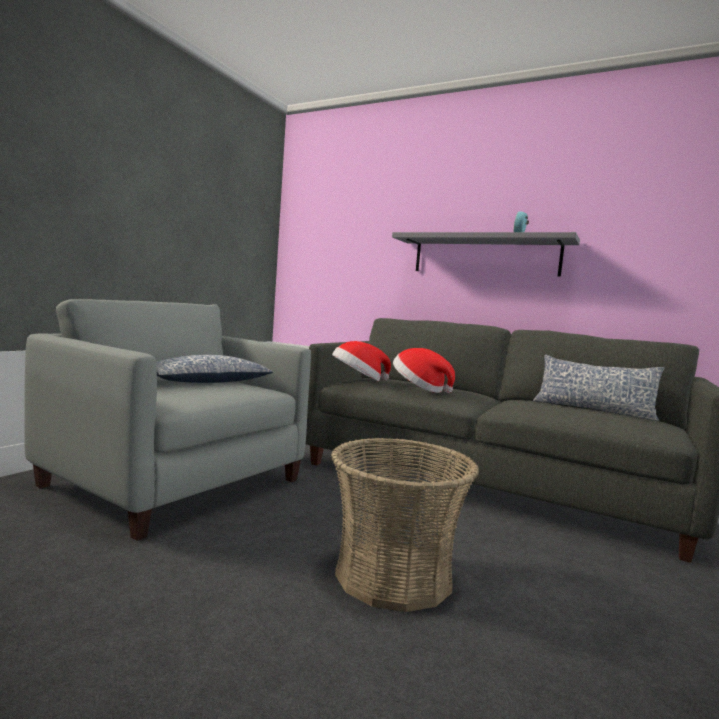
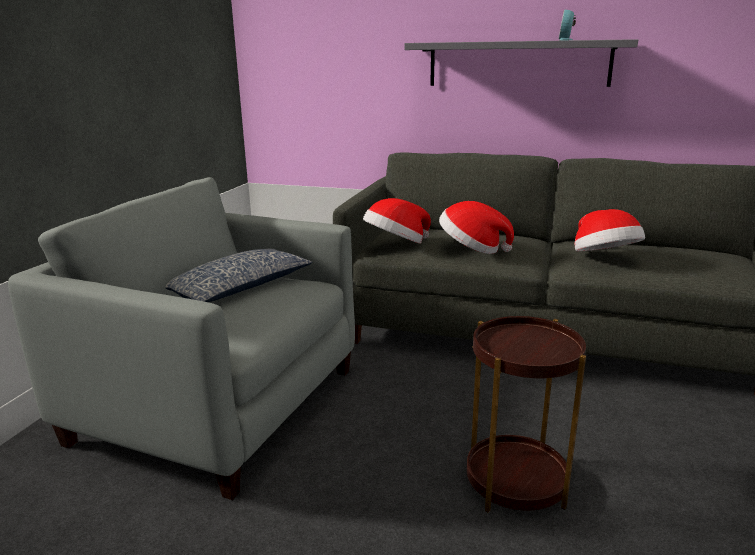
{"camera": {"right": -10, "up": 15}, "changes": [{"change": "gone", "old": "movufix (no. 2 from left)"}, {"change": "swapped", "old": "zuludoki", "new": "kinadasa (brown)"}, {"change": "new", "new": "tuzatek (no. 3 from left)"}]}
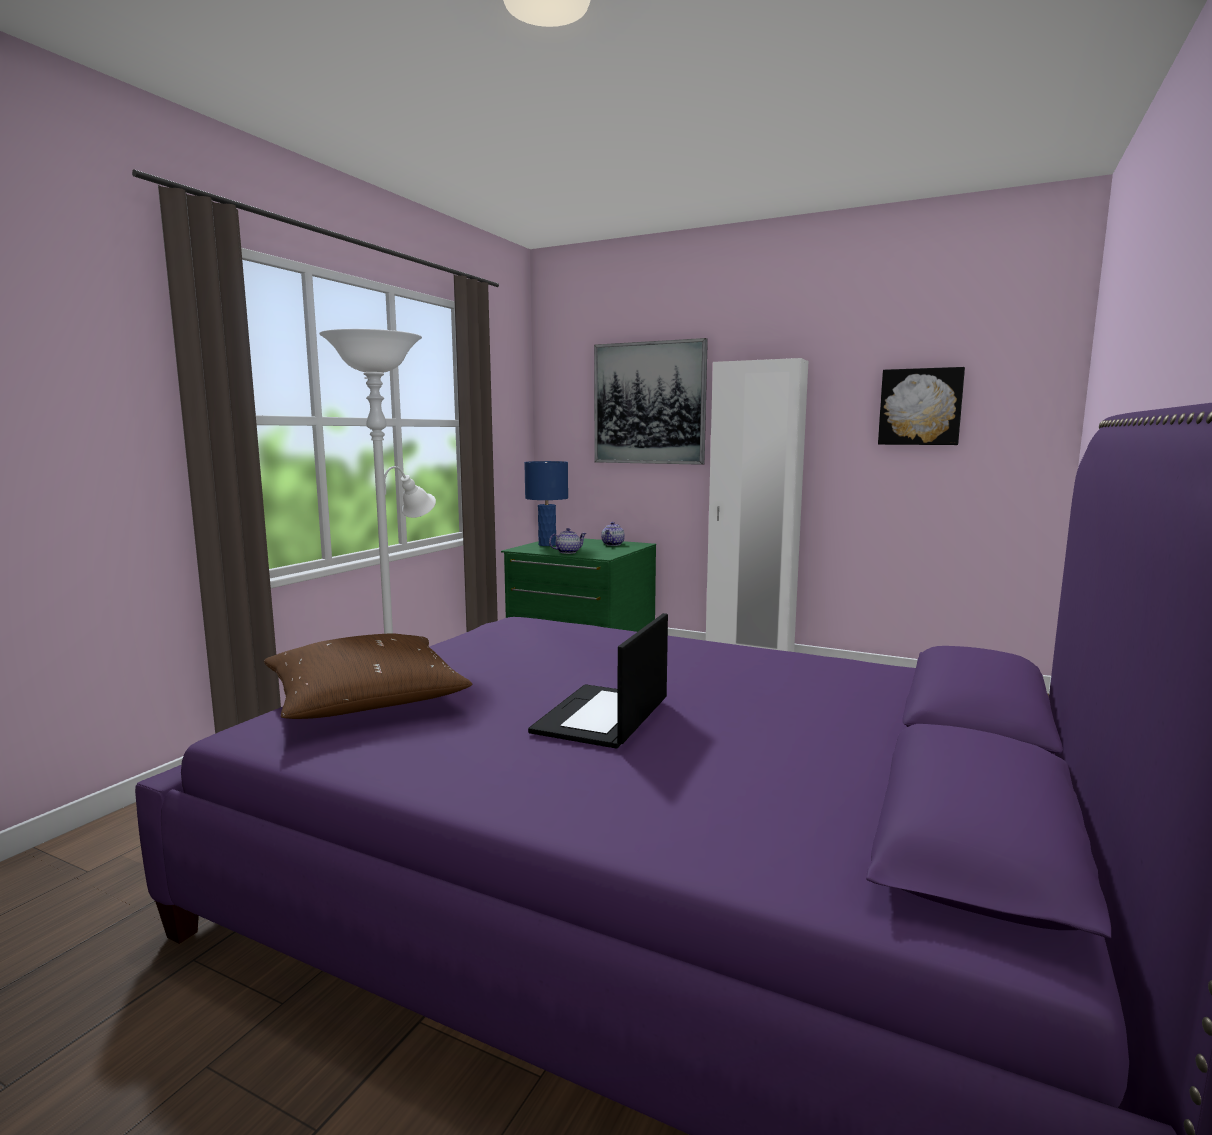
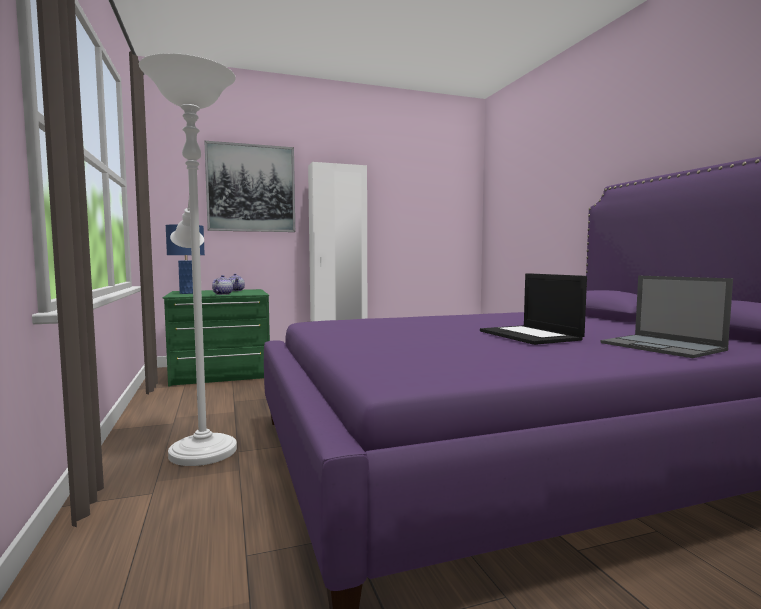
{"camera": {"right": -45, "up": -5}, "changes": [{"change": "gone", "old": "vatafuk (no. 2 from left)"}, {"change": "gone", "old": "movufix (brown)"}, {"change": "new", "new": "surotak (no. 2 from left)"}]}
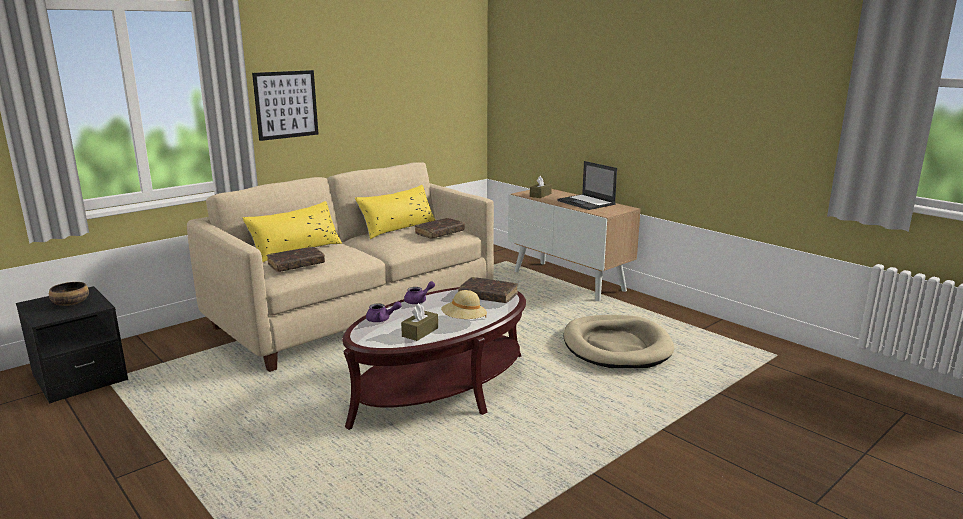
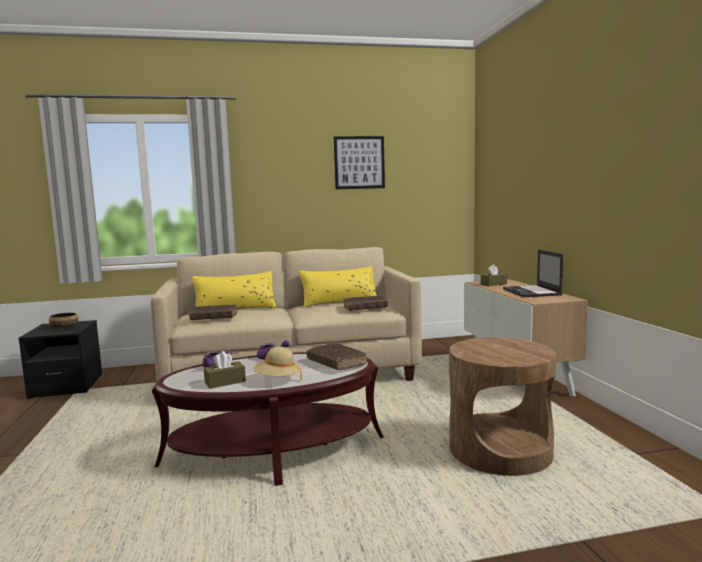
{"camera": {"right": 30, "up": -10}, "changes": [{"change": "shifted", "old": "vatafuk"}, {"change": "swapped", "old": "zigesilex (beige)", "new": "kinadasa (brown)"}]}
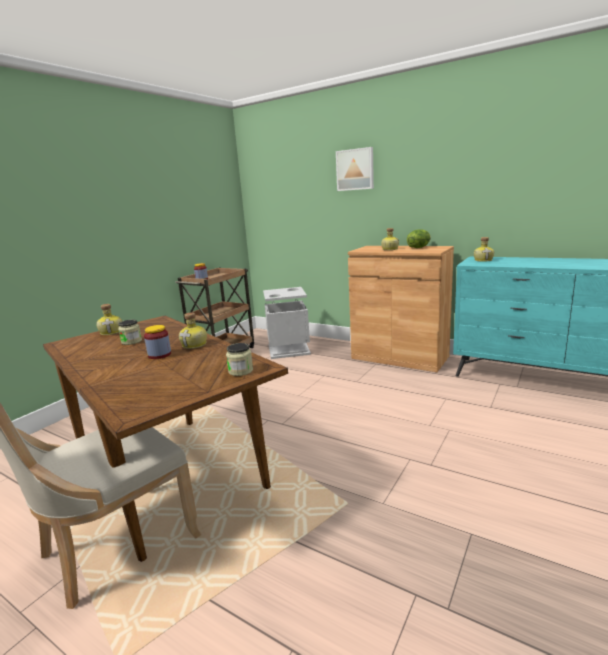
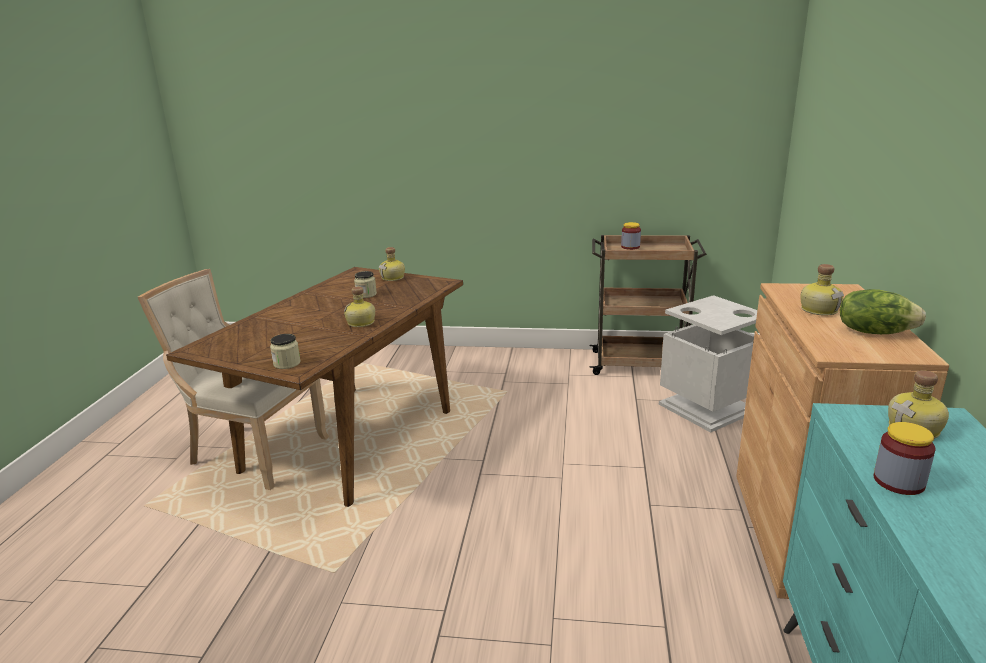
{"camera": {"right": 65, "up": 5}, "changes": [{"change": "gone", "old": "vatafuk"}, {"change": "shifted", "old": "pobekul (no. 2 from left in the first image)", "new": "pobekul (no. 4 from left)"}]}
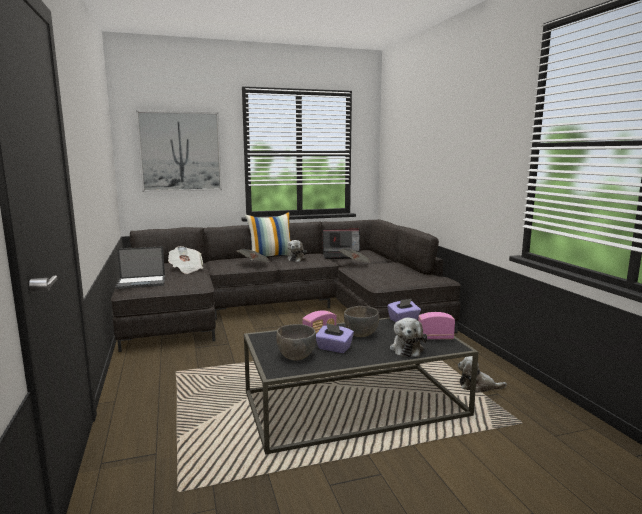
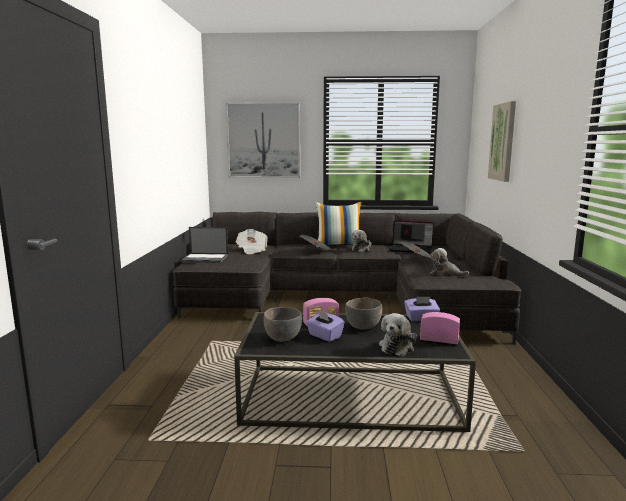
{"camera": {"right": 20, "up": 0}, "changes": [{"change": "shifted", "old": "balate (no. 3 from left)"}, {"change": "new", "new": "vatafuk (no. 2 from left)"}]}
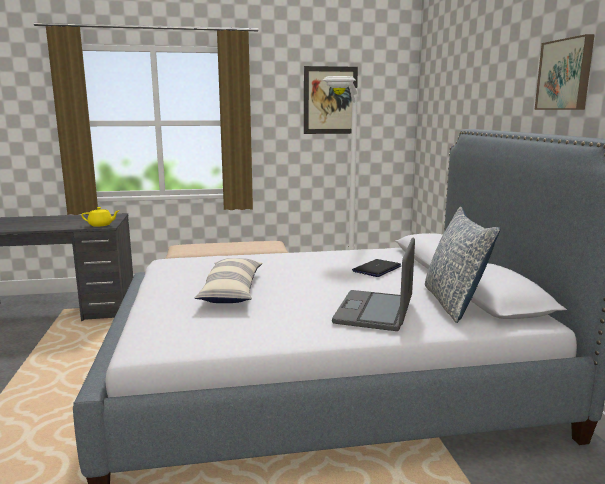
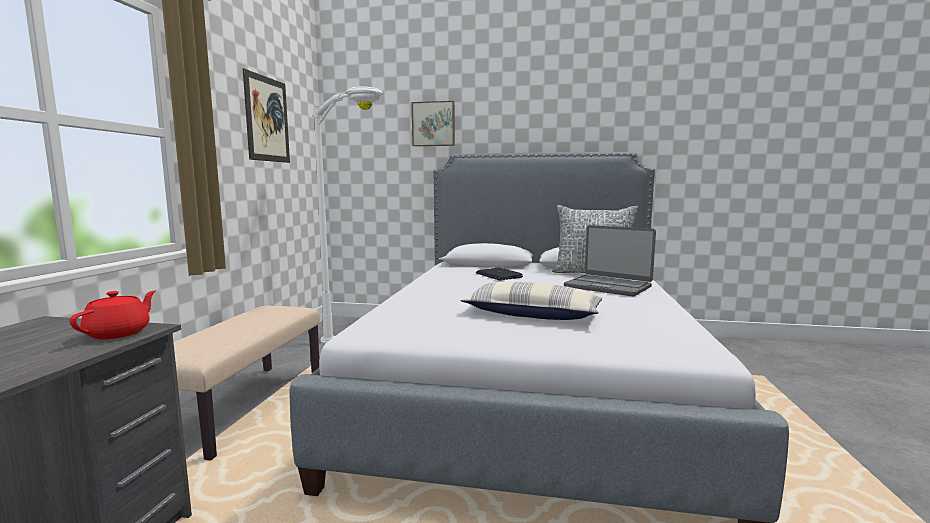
{"camera": {"right": -70, "up": -5}, "changes": [{"change": "shifted", "old": "vatafuk (no. 2 from left)"}, {"change": "repainted", "old": "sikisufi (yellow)", "new": "sikisufi (red)"}]}
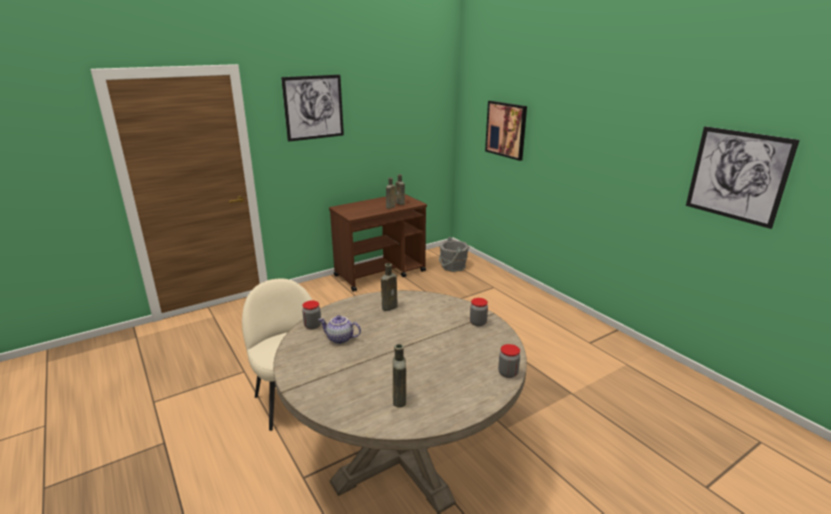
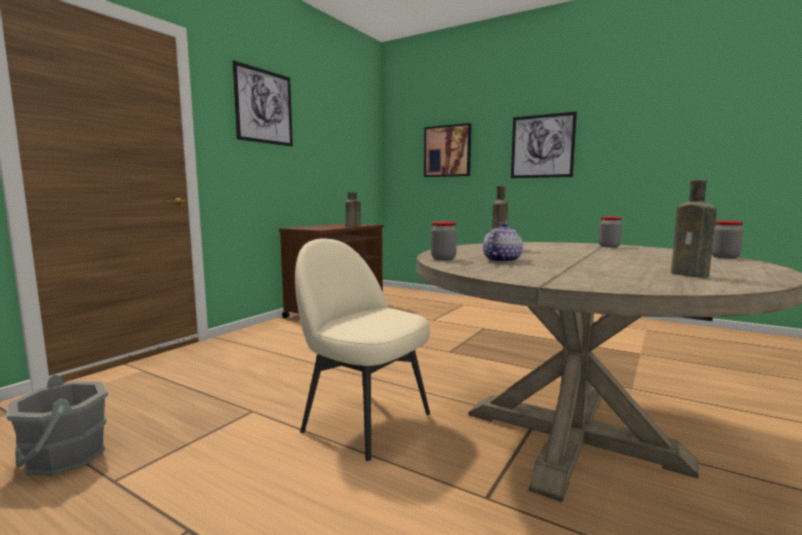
{"camera": {"right": -25, "up": -15}, "changes": [{"change": "shifted", "old": "vatafuk (no. 3 from left)"}, {"change": "shifted", "old": "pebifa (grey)"}, {"change": "rotated", "old": "sikisufi", "degrees": 135}]}
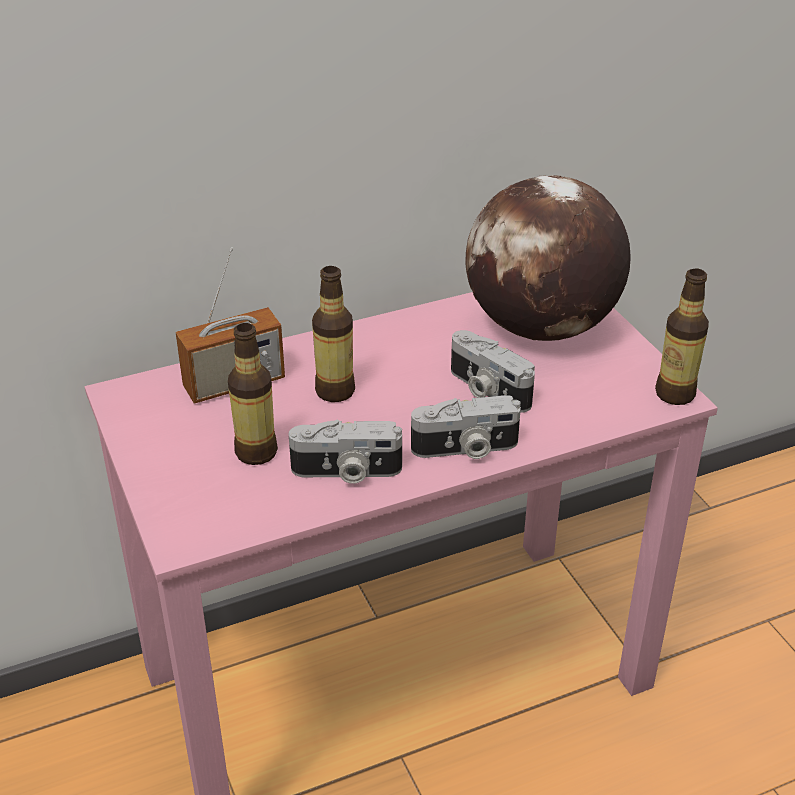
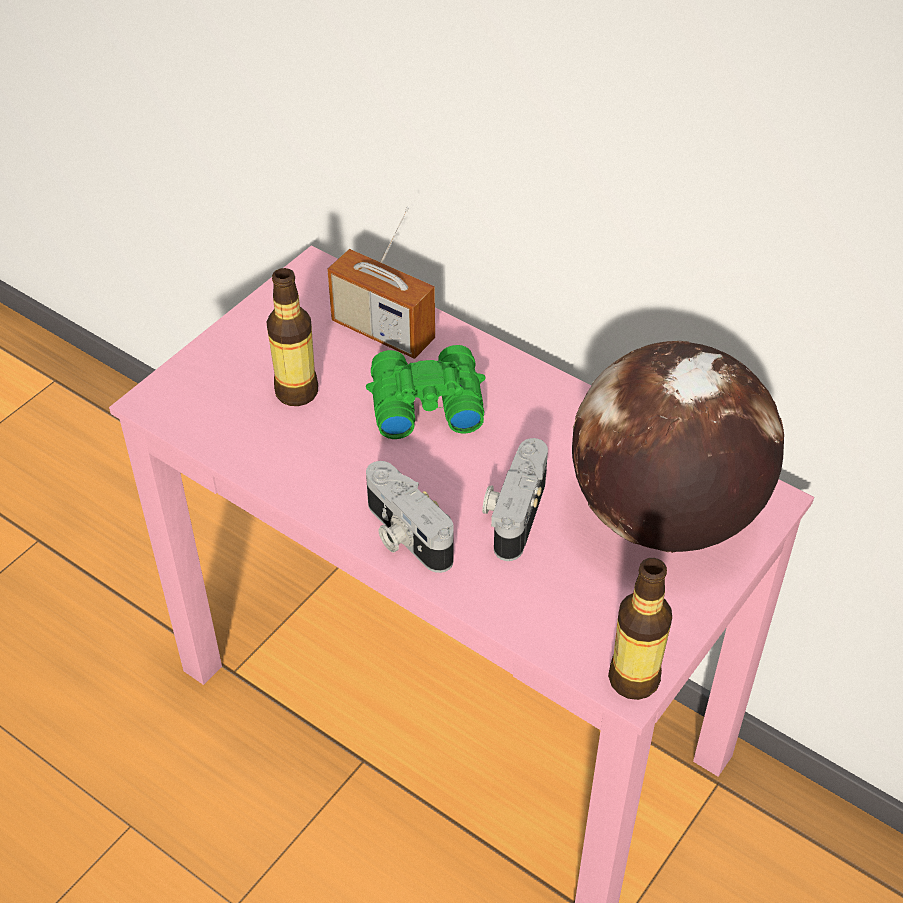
{"camera": {"right": 60, "up": 10}, "changes": [{"change": "swapped", "old": "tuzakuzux (no. 2 from left)", "new": "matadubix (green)"}, {"change": "gone", "old": "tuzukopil (no. 1 from left)"}]}
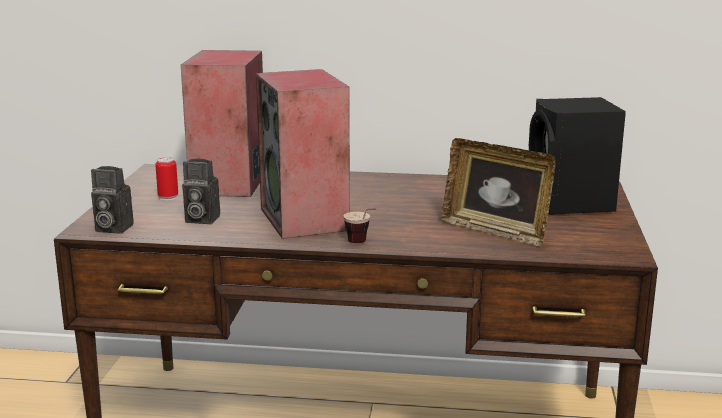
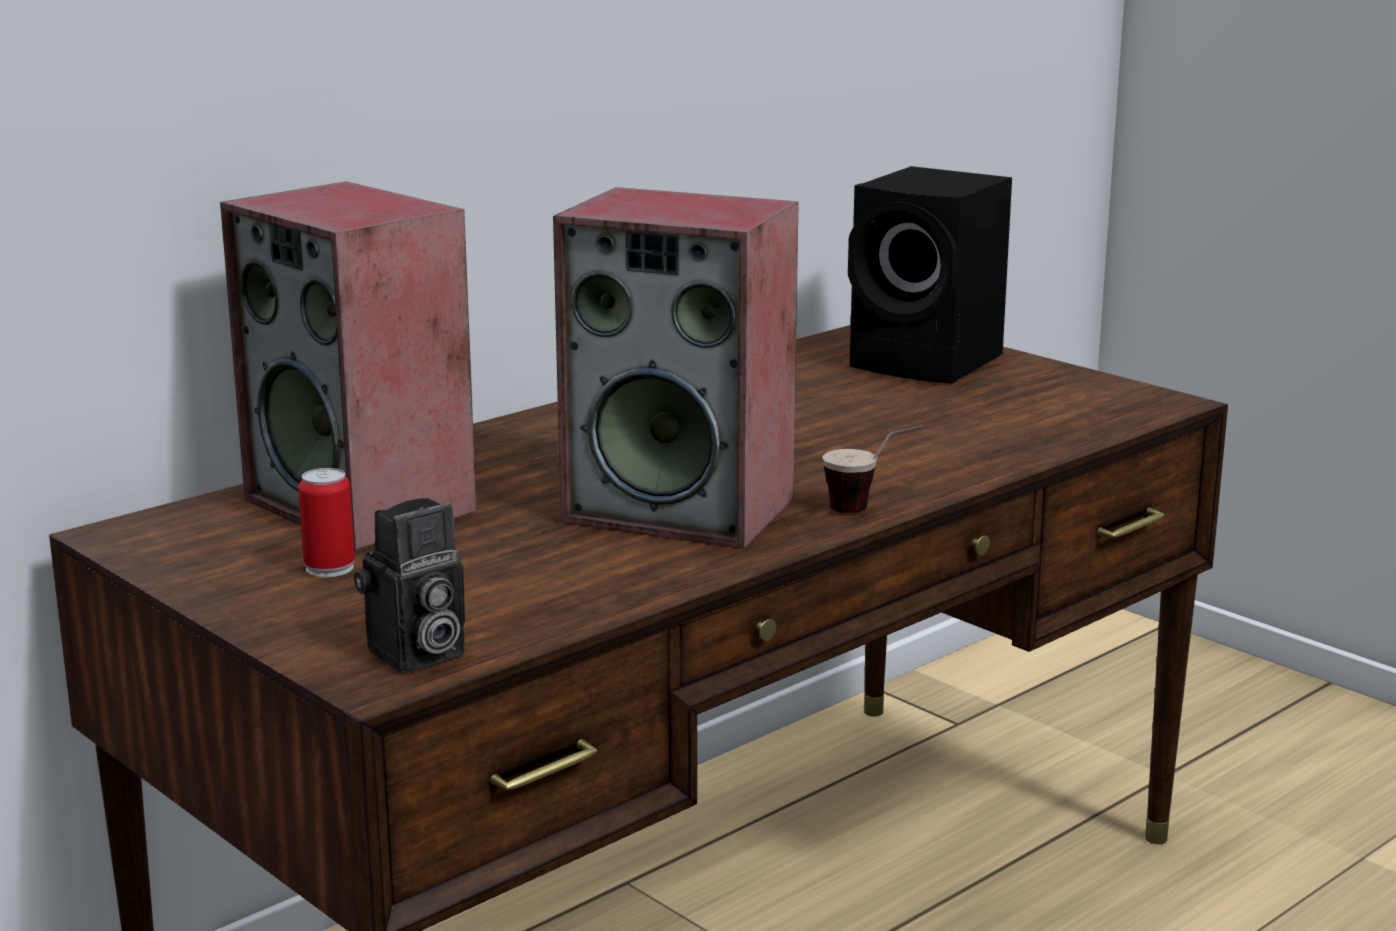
{"camera": {"right": -50, "up": 0}, "changes": [{"change": "gone", "old": "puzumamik"}, {"change": "gone", "old": "tuzukopil (no. 2 from left)"}]}
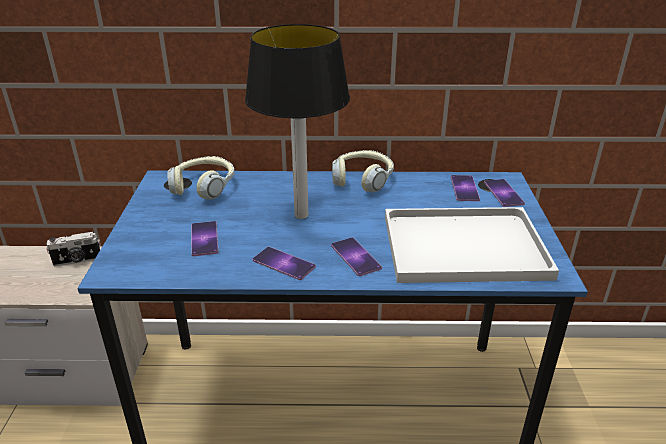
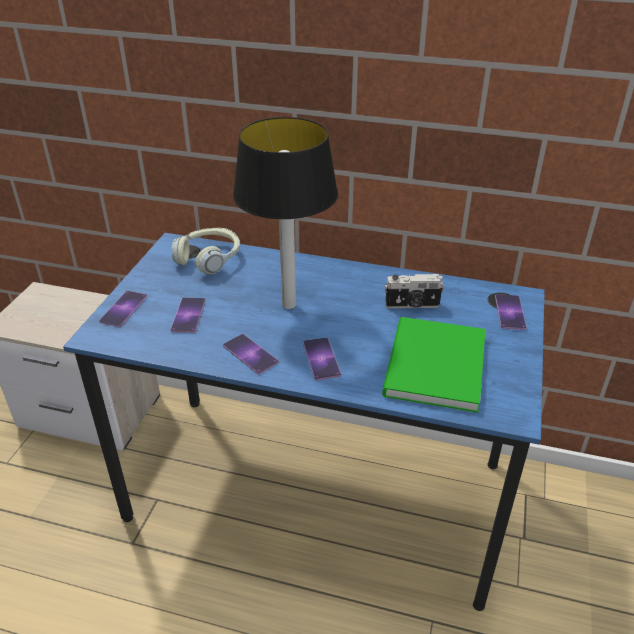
{"camera": {"right": 15, "up": 5}, "changes": [{"change": "gone", "old": "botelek (no. 2 from left)"}, {"change": "shifted", "old": "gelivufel (no. 4 from left in the first image)", "new": "gelivufel (no. 1 from left)"}, {"change": "swapped", "old": "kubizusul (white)", "new": "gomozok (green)"}, {"change": "shifted", "old": "tuzukopil"}]}
